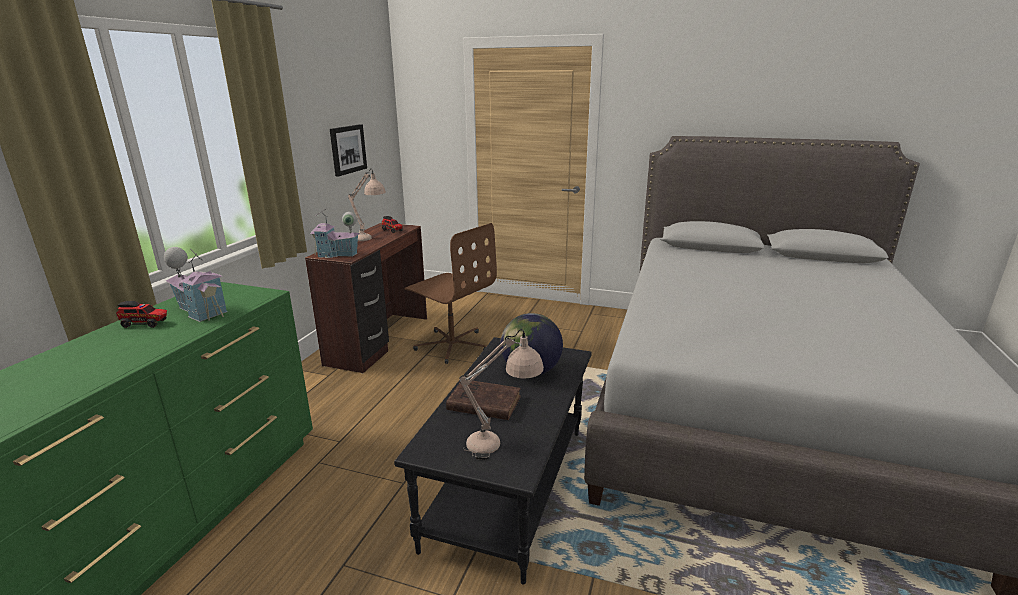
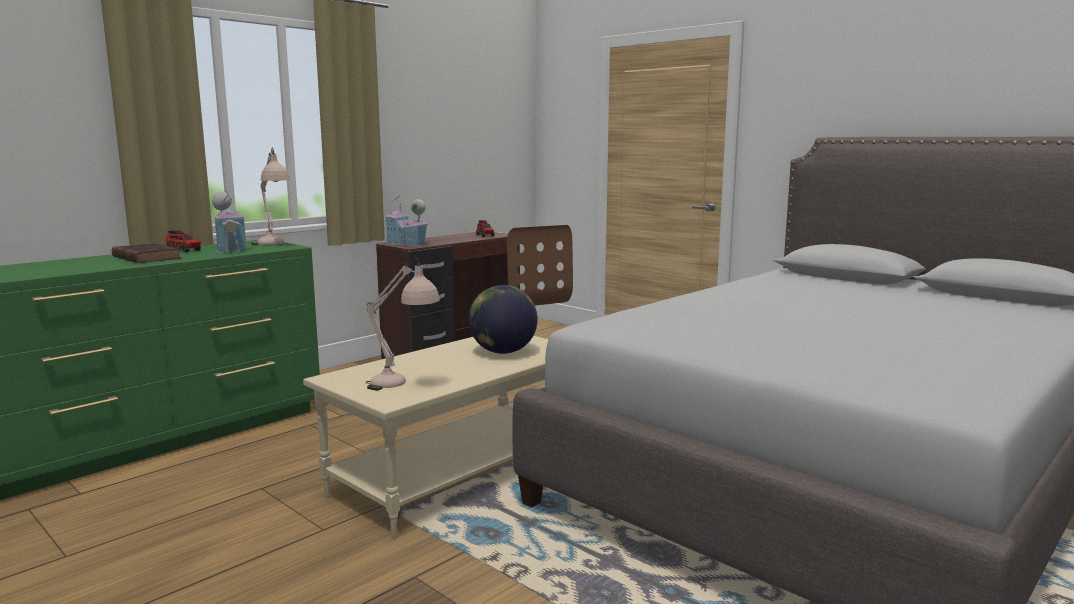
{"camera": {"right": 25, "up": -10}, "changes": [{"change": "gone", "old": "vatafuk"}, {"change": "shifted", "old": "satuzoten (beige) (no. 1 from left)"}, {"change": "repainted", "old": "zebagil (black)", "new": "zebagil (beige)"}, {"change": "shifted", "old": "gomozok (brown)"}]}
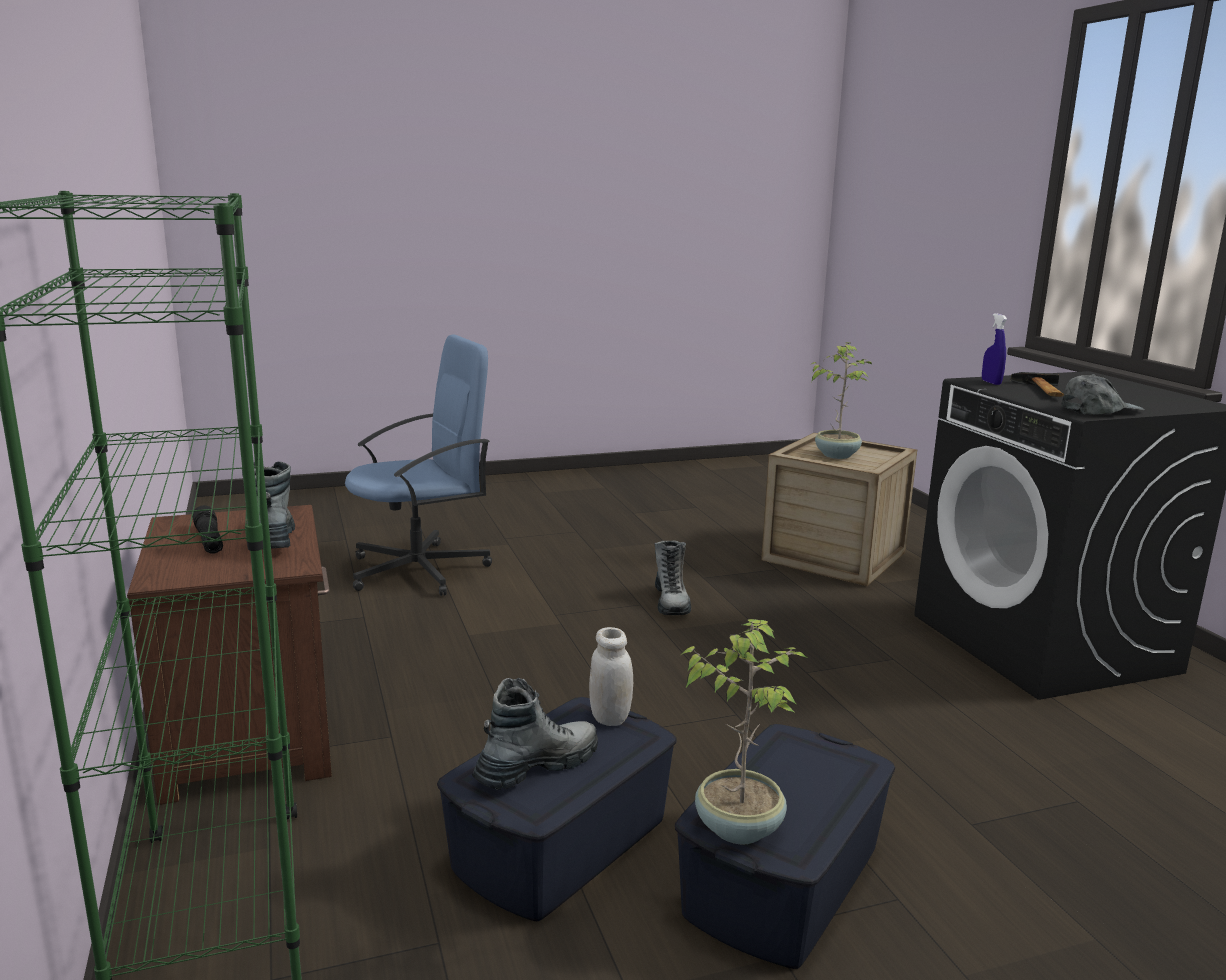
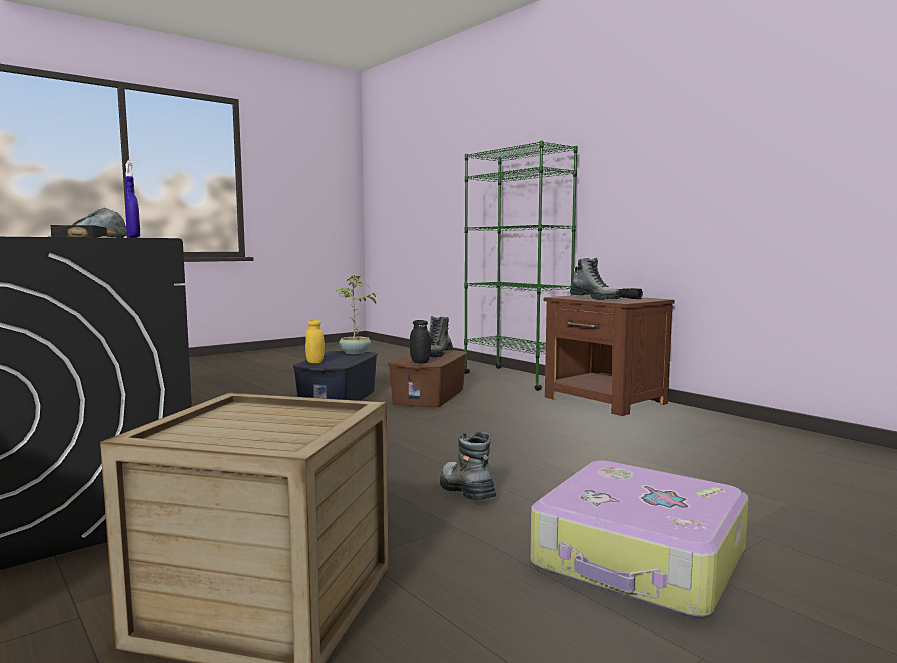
{"camera": {"right": 160, "up": -10}, "changes": [{"change": "gone", "old": "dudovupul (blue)"}, {"change": "gone", "old": "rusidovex (no. 2 from left)"}, {"change": "repainted", "old": "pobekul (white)", "new": "pobekul (black)"}, {"change": "repainted", "old": "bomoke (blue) (no. 1 from left)", "new": "bomoke (brown)"}, {"change": "new", "new": "pobekul (yellow)"}, {"change": "new", "new": "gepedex"}]}
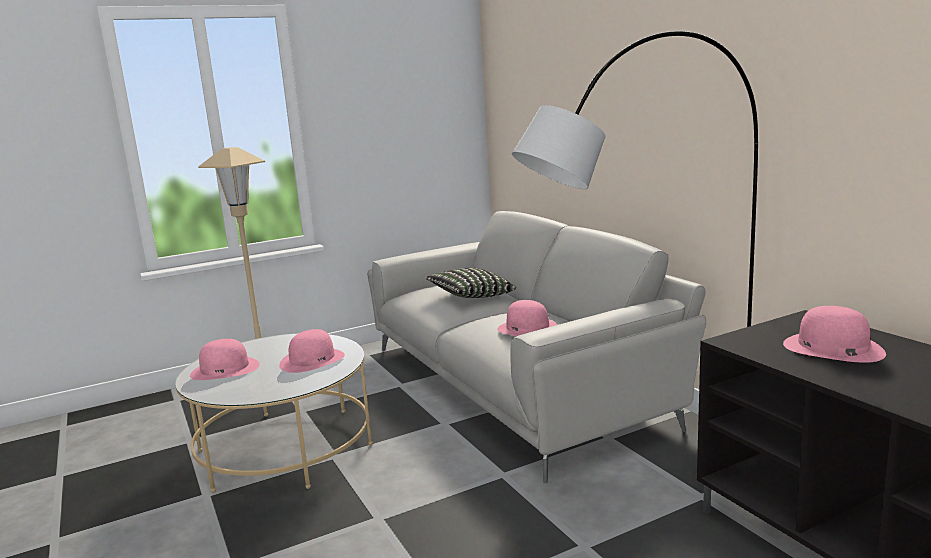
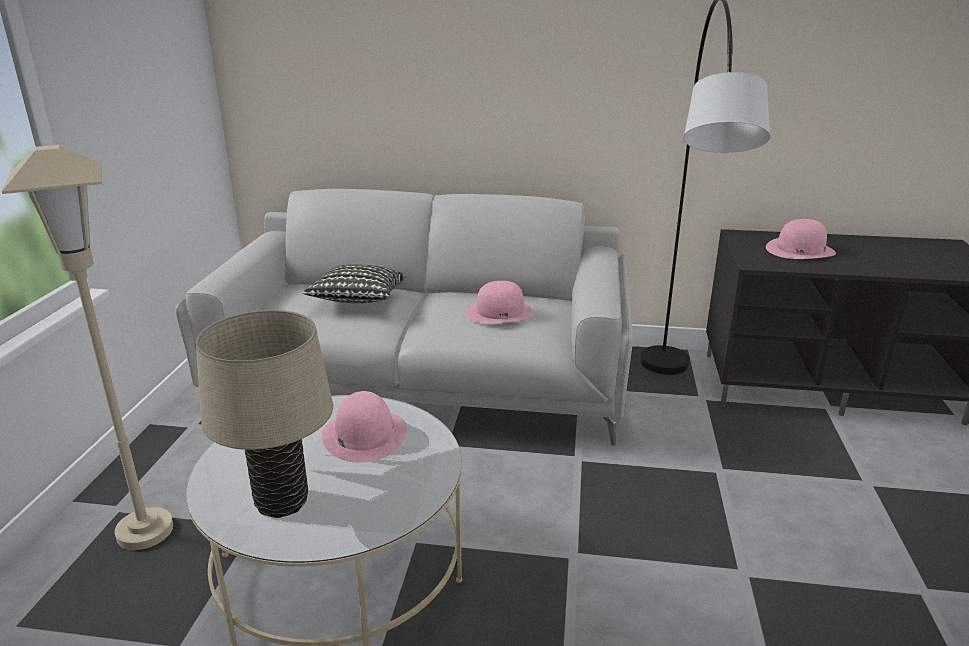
{"camera": {"right": -55, "up": 10}, "changes": [{"change": "swapped", "old": "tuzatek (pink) (no. 1 from left)", "new": "satuzoten (beige)"}]}
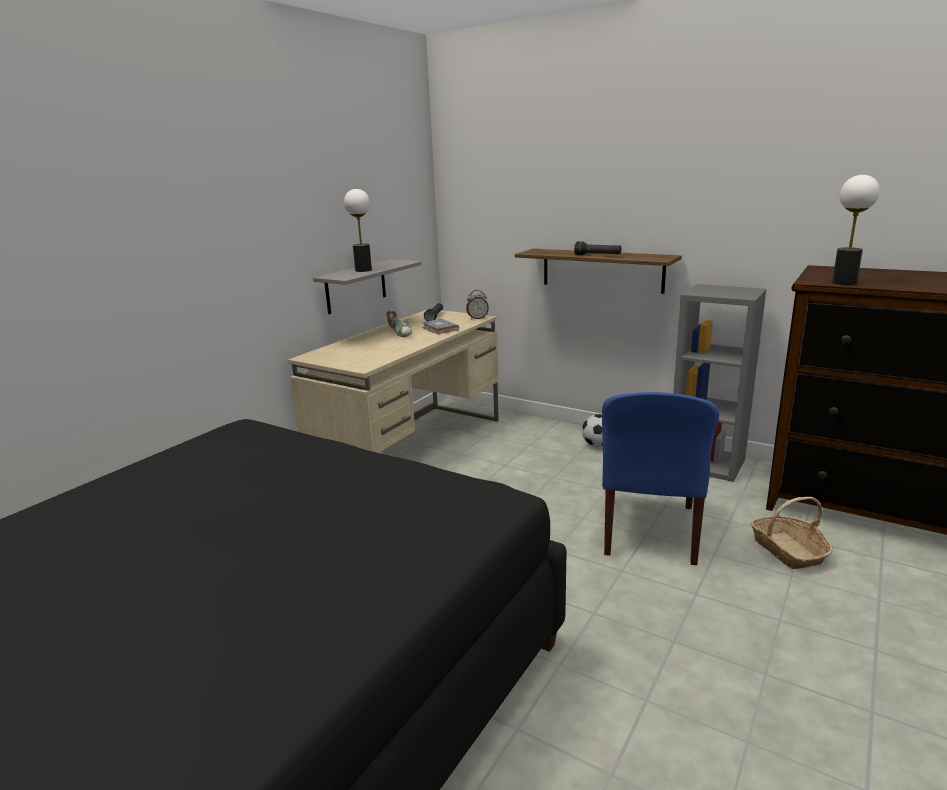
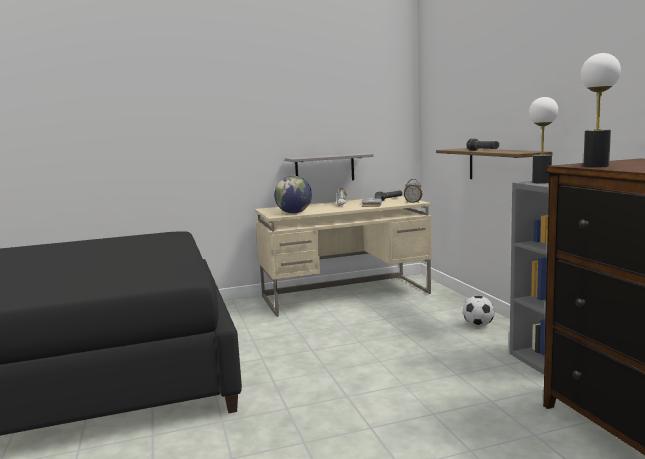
{"camera": {"right": 40, "up": -10}, "changes": [{"change": "shifted", "old": "satuzoten (no. 1 from left)"}, {"change": "gone", "old": "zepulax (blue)"}, {"change": "gone", "old": "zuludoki"}, {"change": "new", "new": "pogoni"}]}
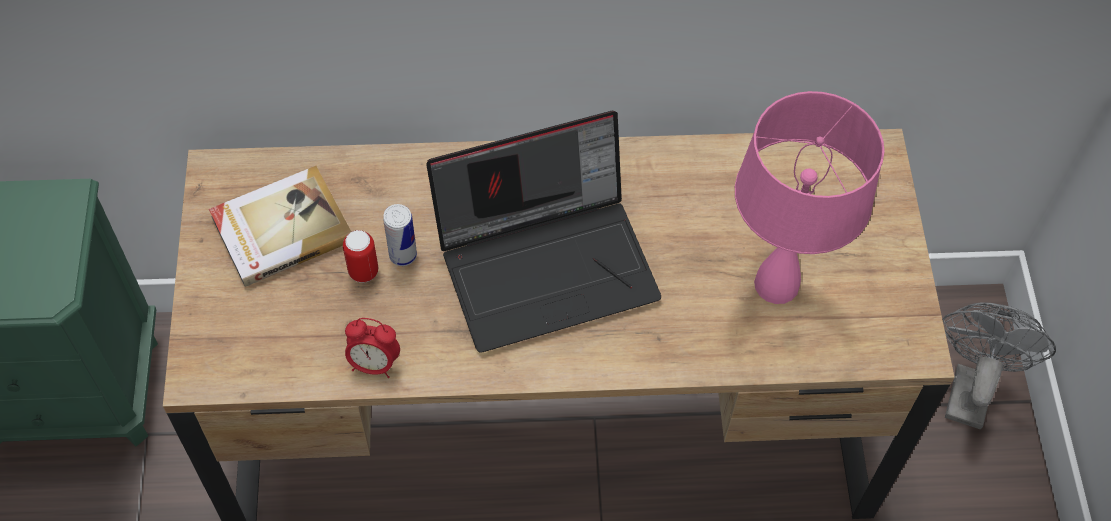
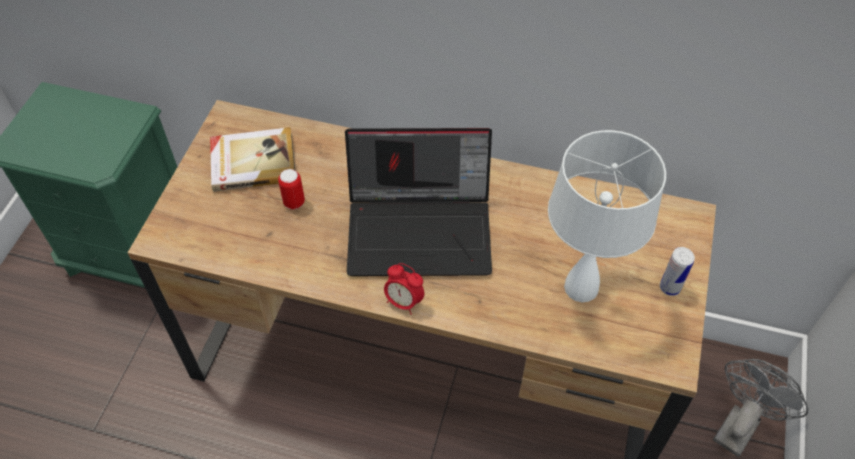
{"camera": {"right": 20, "up": -5}, "changes": [{"change": "repainted", "old": "satuzoten (pink)", "new": "satuzoten (white)"}, {"change": "shifted", "old": "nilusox (no. 2 from left)"}, {"change": "shifted", "old": "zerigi"}]}
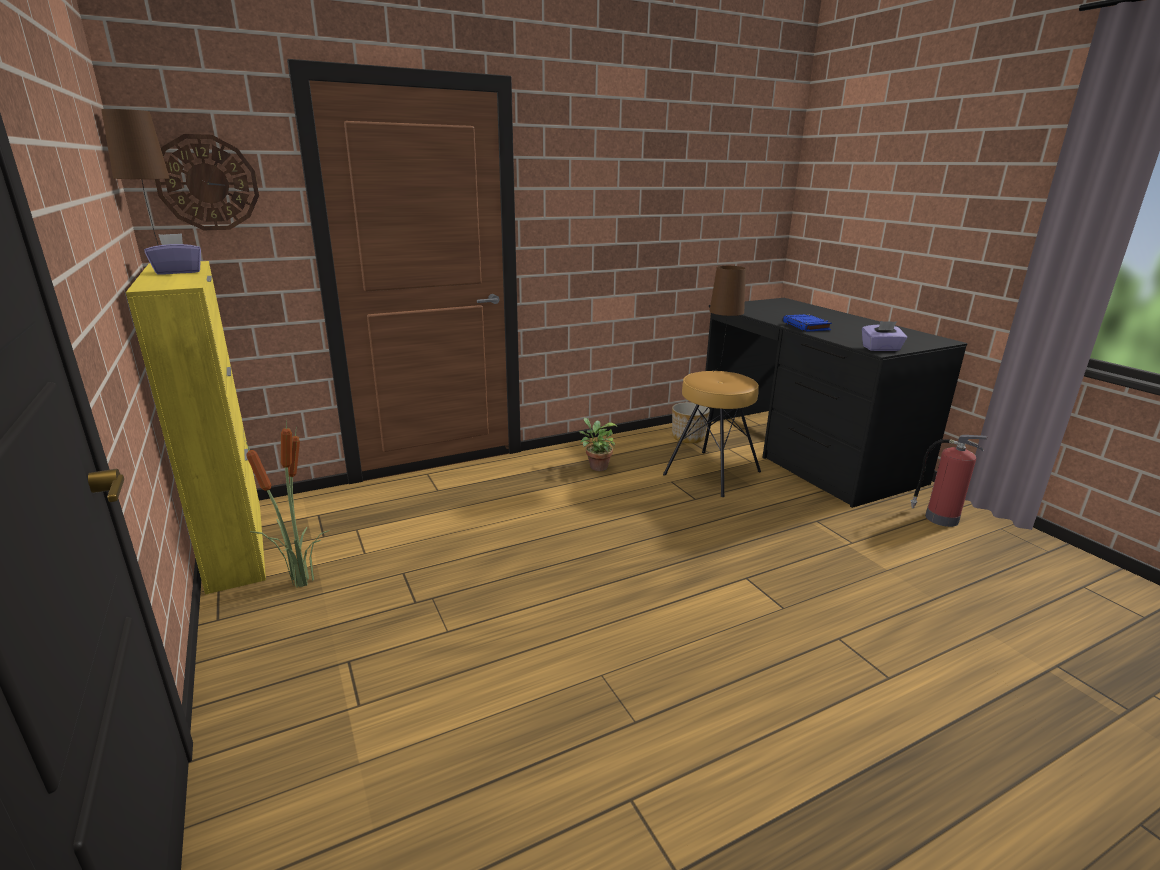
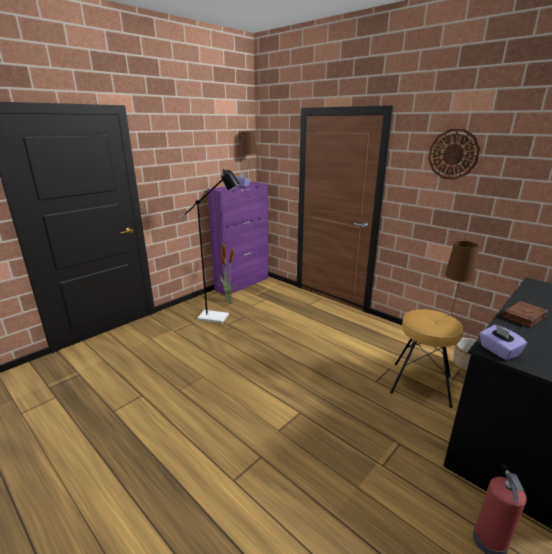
{"camera": {"right": 70, "up": 0}, "changes": [{"change": "shifted", "old": "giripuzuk"}, {"change": "repainted", "old": "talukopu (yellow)", "new": "talukopu (purple)"}, {"change": "repainted", "old": "gomozok (blue)", "new": "gomozok (brown)"}, {"change": "gone", "old": "rusidovex (no. 2 from left)"}, {"change": "new", "new": "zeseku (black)"}]}
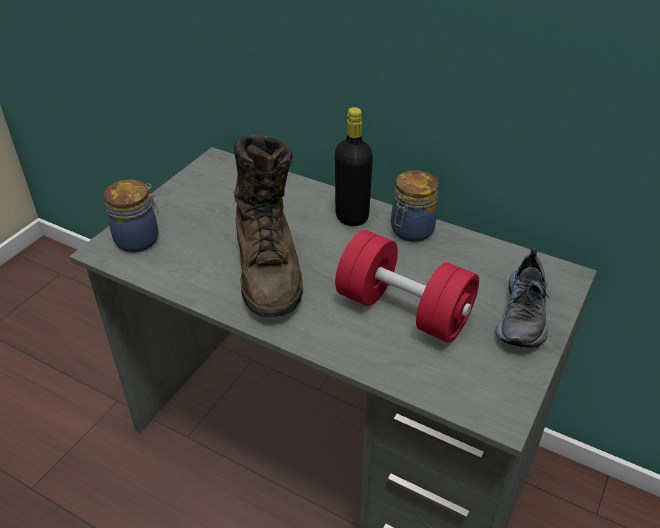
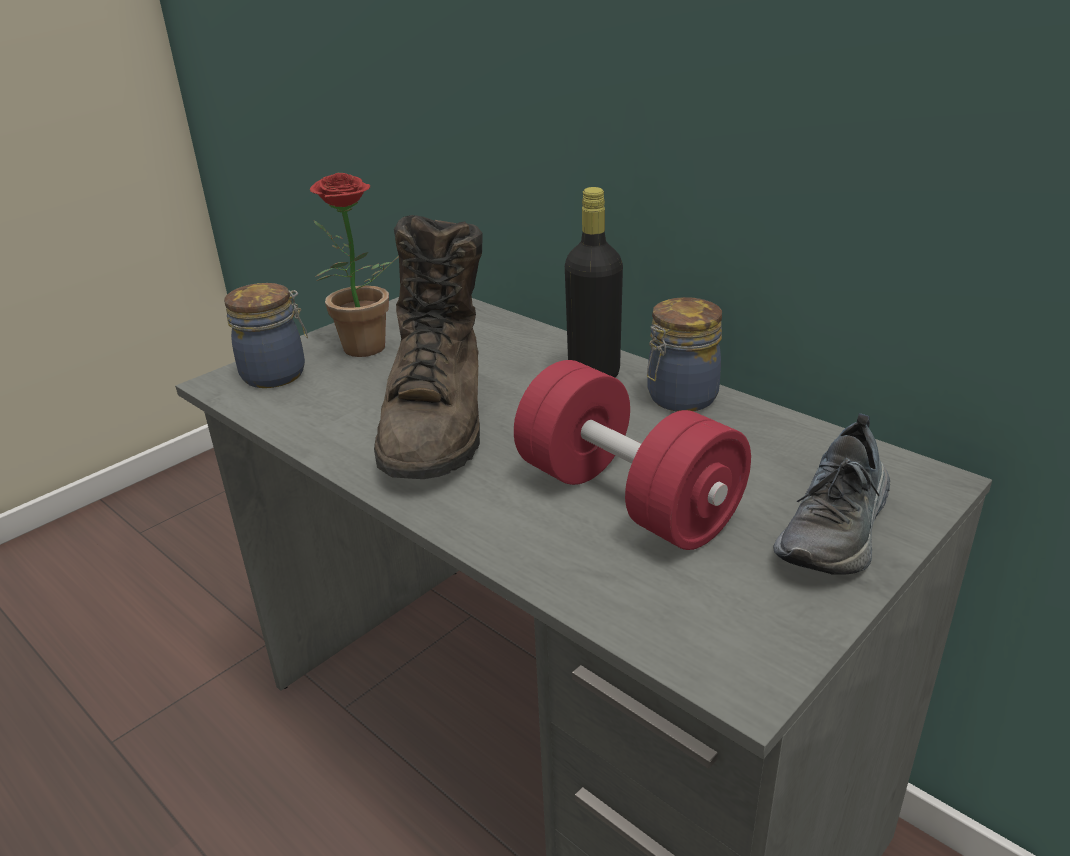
{"camera": {"right": 15, "up": -10}, "changes": [{"change": "new", "new": "rusidovex"}]}
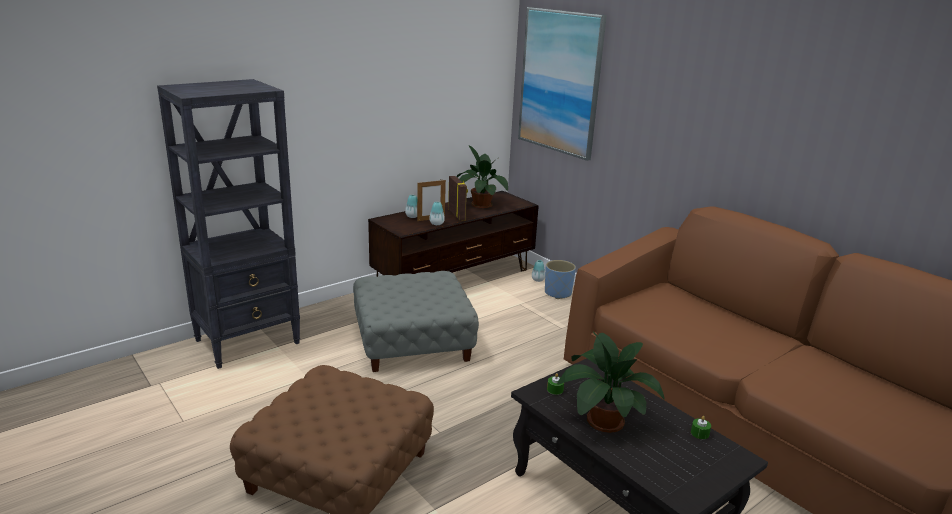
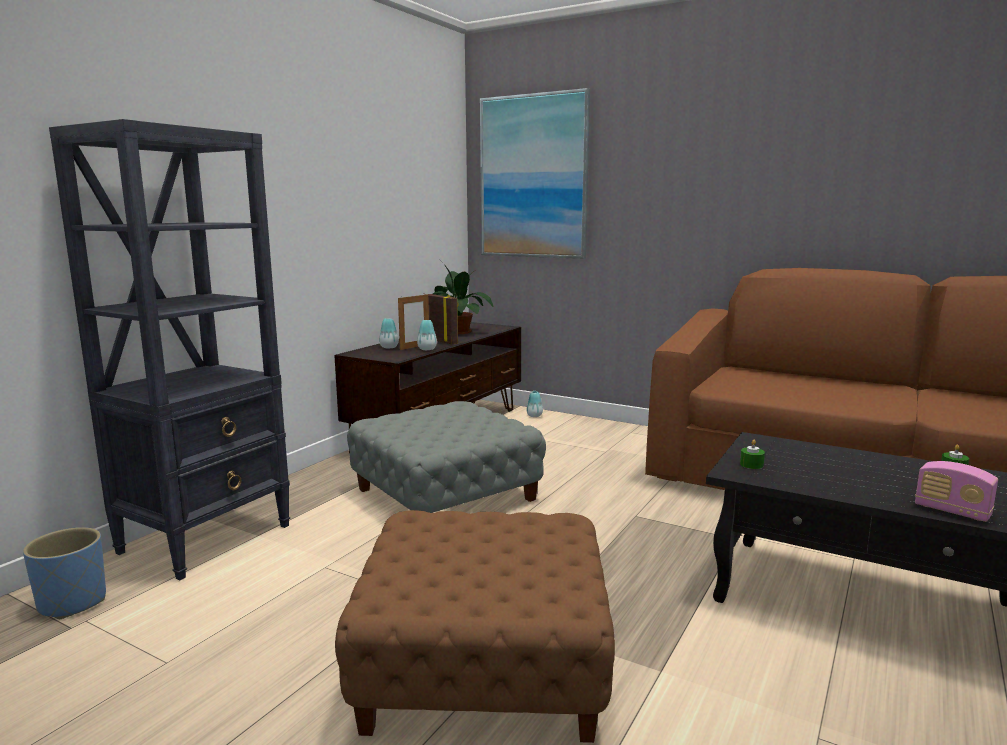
{"camera": {"right": -20, "up": -10}, "changes": [{"change": "shifted", "old": "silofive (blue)"}, {"change": "gone", "old": "rusidovex (no. 2 from left)"}, {"change": "new", "new": "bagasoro"}]}
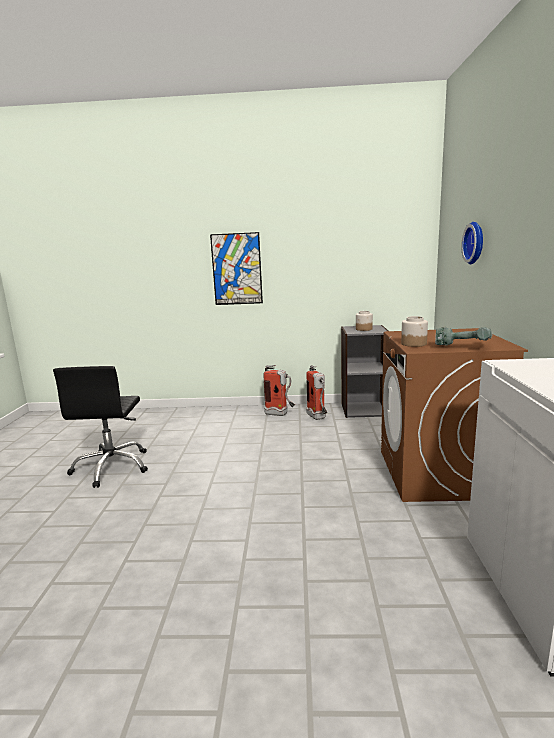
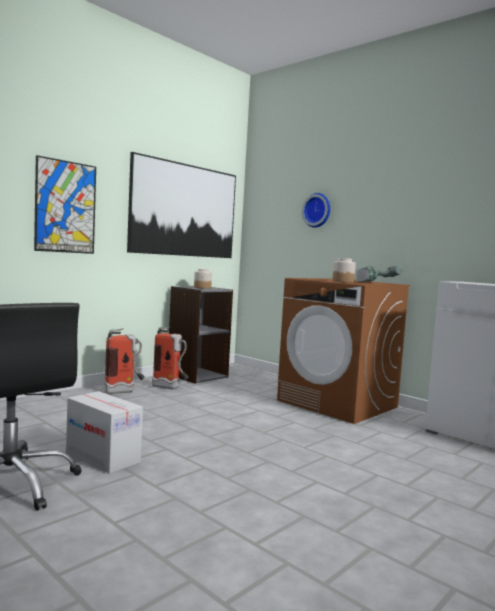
{"camera": {"right": -50, "up": -10}, "changes": [{"change": "new", "new": "vatafuk (no. 2 from left)"}, {"change": "new", "new": "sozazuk"}]}
